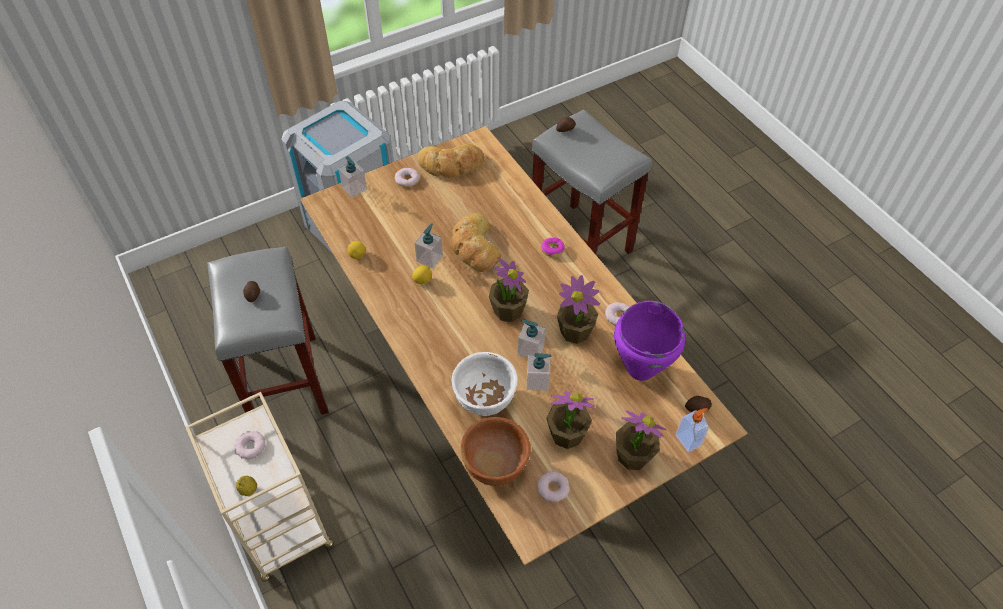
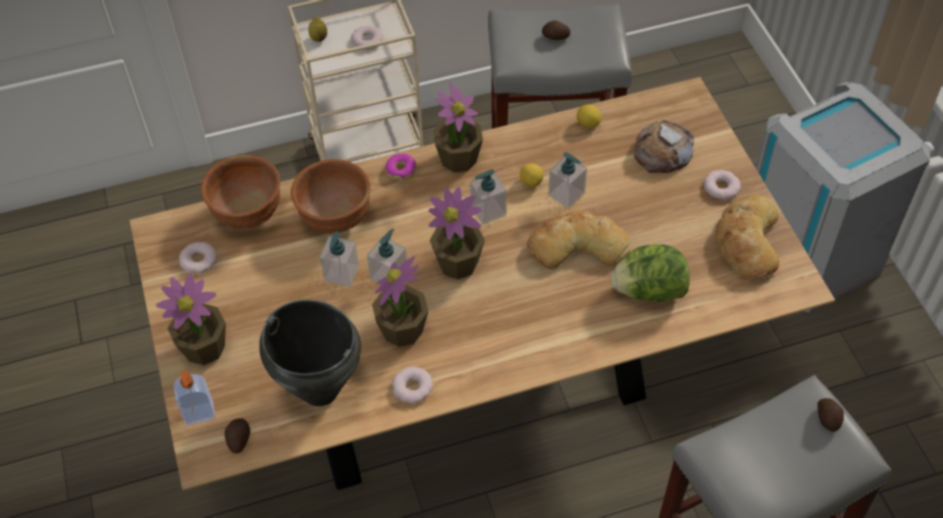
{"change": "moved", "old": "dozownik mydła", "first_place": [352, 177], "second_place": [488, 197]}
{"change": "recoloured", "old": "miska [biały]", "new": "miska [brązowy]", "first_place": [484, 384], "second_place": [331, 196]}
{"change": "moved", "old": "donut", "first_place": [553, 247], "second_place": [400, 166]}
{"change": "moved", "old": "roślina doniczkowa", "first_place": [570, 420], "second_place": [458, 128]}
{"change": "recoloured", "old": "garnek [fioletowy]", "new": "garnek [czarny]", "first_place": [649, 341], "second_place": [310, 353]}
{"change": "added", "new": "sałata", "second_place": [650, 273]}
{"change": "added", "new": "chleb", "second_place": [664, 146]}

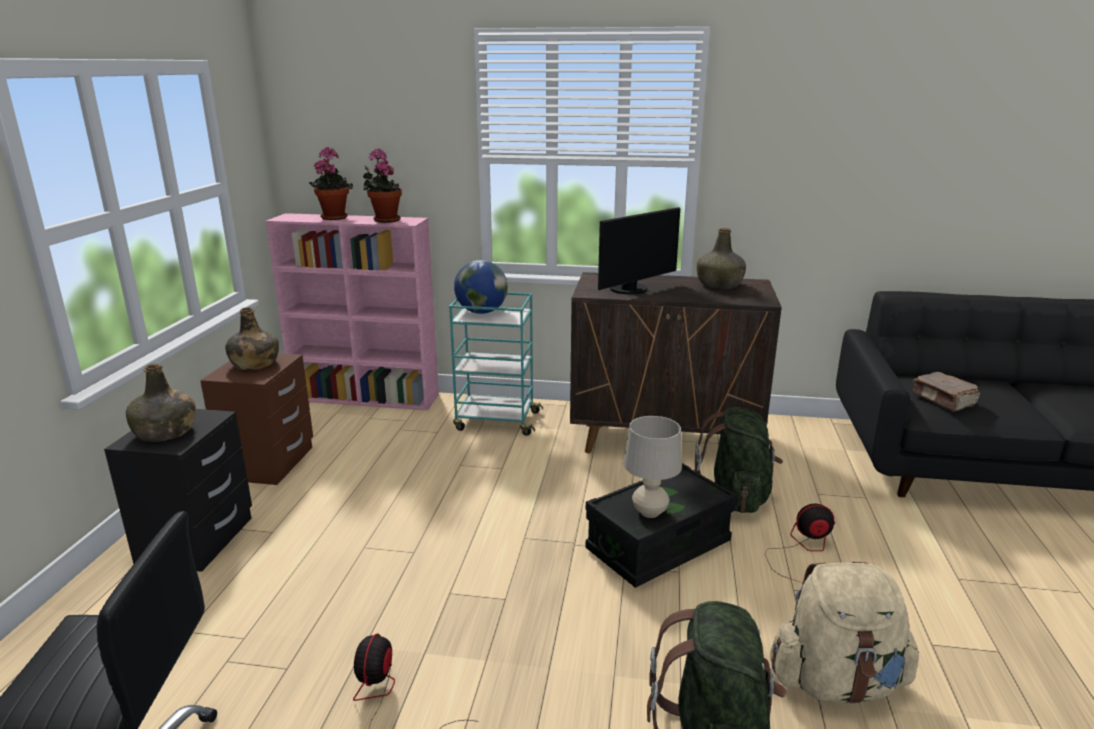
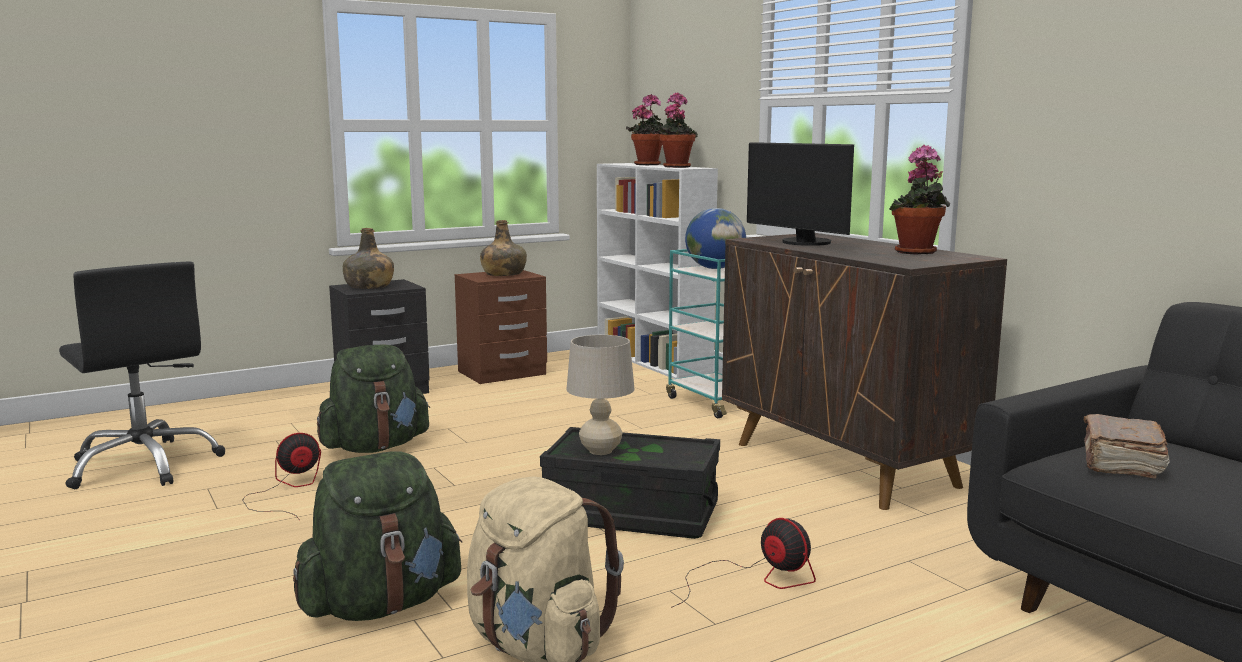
{"change": "recoloured", "old": "regał [różowy]", "new": "regał [biały]", "first_place": [352, 311], "second_place": [657, 271]}
{"change": "turned", "old": "monitor", "first_place": [639, 251], "second_place": [800, 194], "degrees": 45}
{"change": "moved", "old": "plecak [zielony]", "first_place": [738, 460], "second_place": [373, 398]}
{"change": "replaced", "old": "butelka [zielony]", "new": "roślina doniczkowa", "first_place": [721, 258], "second_place": [920, 200]}

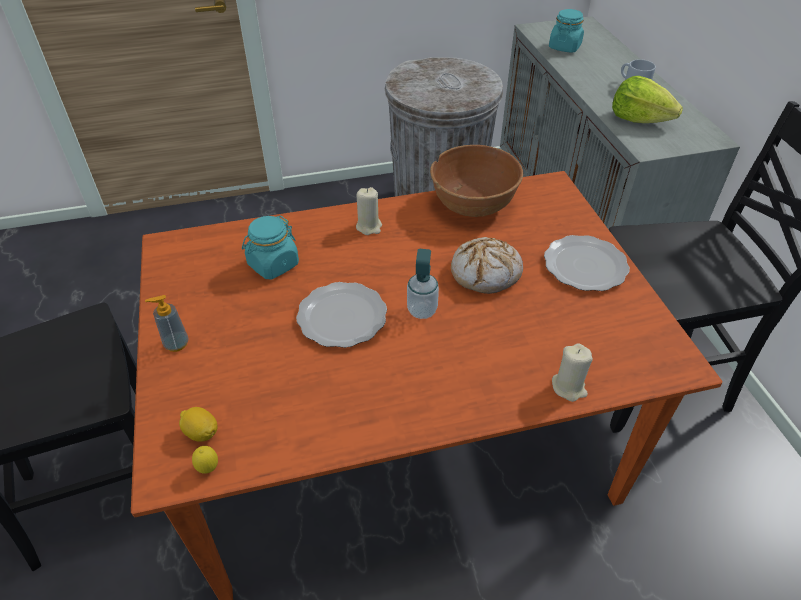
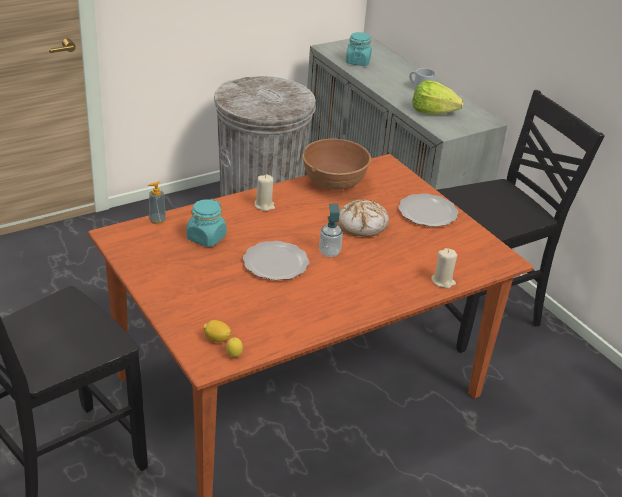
{"change": "moved", "old": "dozownik mydła", "first_place": [167, 323], "second_place": [157, 202]}

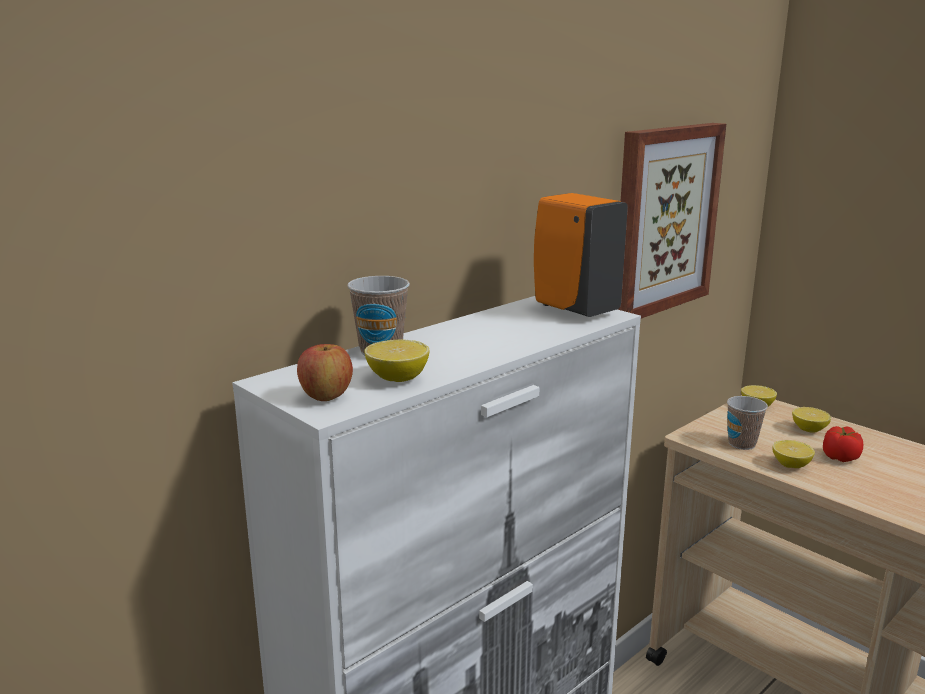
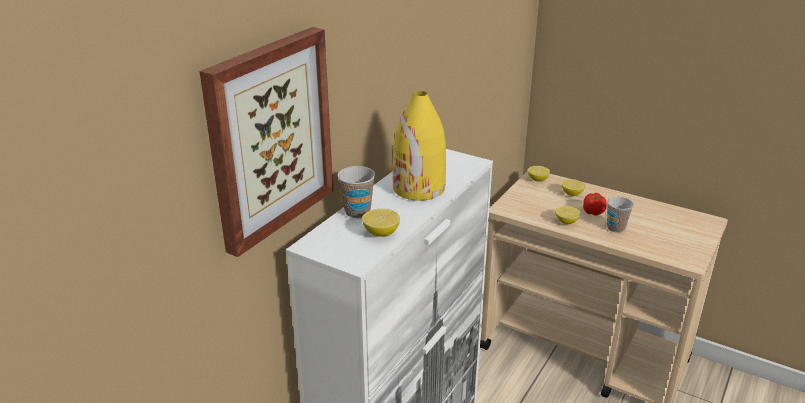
{"change": "removed", "old": "jabłko", "first_place": [325, 372]}
{"change": "removed", "old": "dozownik mydła [pomarańczowy]", "first_place": [581, 255]}
{"change": "moved", "old": "obraz", "first_place": [671, 220], "second_place": [266, 142]}
{"change": "moved", "old": "filiżanka", "first_place": [747, 423], "second_place": [620, 215]}
{"change": "added", "new": "wazon [żółty]", "second_place": [419, 146]}

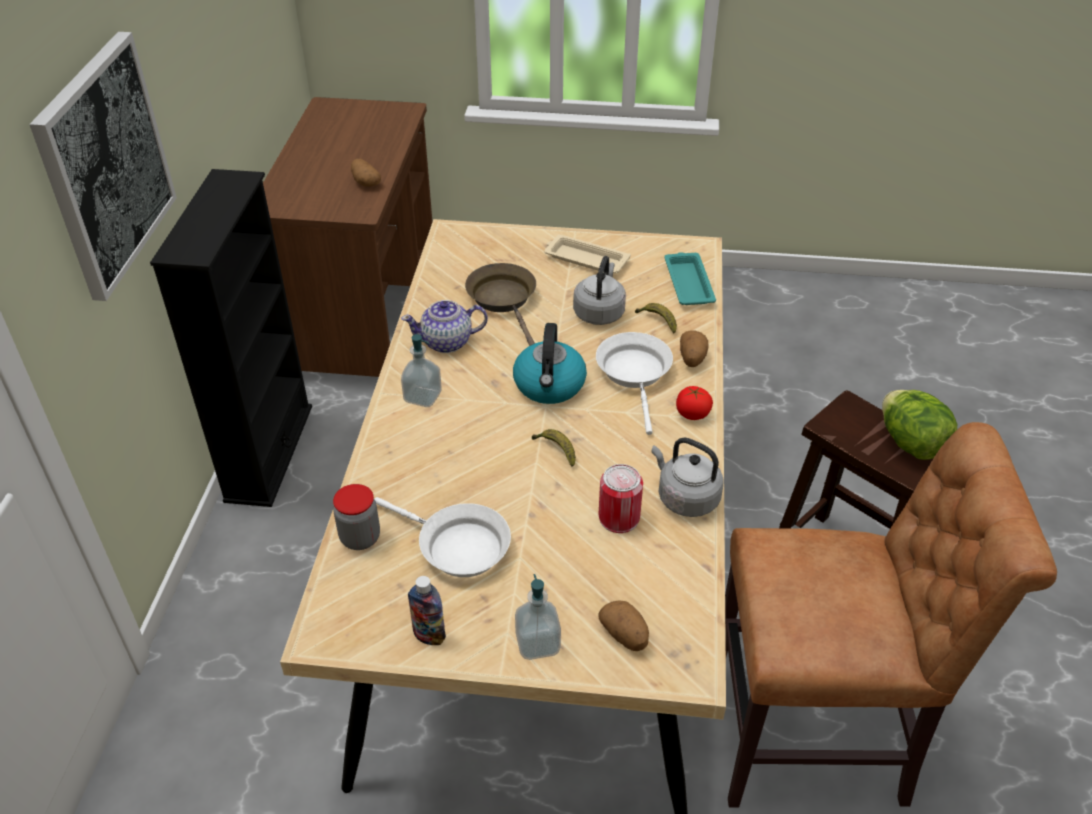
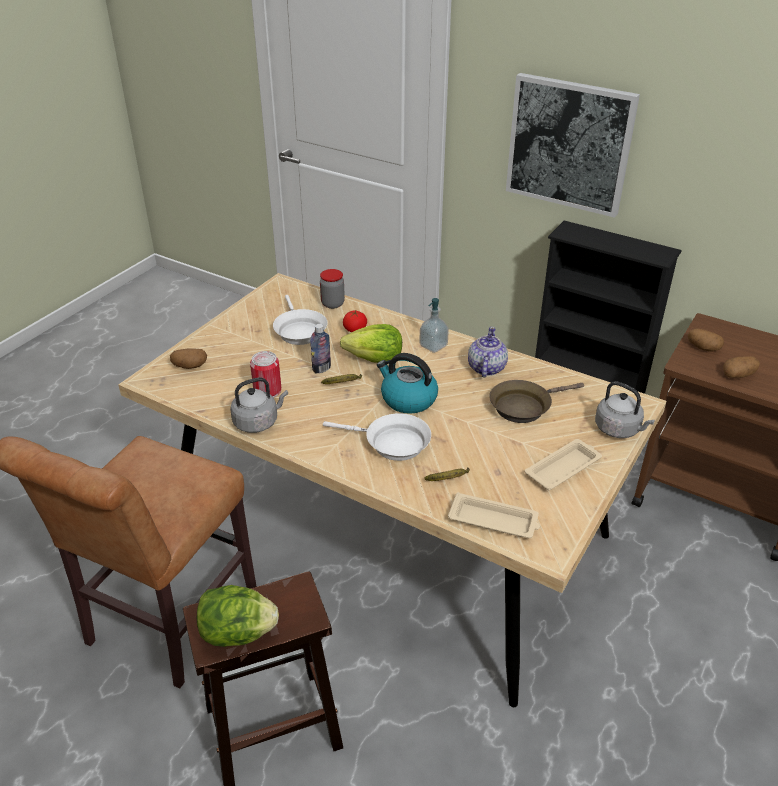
{"change": "turned", "old": "patelnia [biały]", "first_place": [443, 537], "second_place": [300, 320], "degrees": -75}
{"change": "moved", "old": "butelka", "first_place": [427, 610], "second_place": [320, 349]}
{"change": "turned", "old": "patelnia [brązowy]", "first_place": [500, 304], "second_place": [536, 401], "degrees": 150}
{"change": "removed", "old": "dozownik mydła", "first_place": [538, 617]}
{"change": "moved", "old": "czajnik [szary]", "first_place": [599, 290], "second_place": [625, 409]}
{"change": "recoloured", "old": "taca [turkusowy]", "new": "taca [beżowy]", "first_place": [690, 278], "second_place": [494, 515]}
{"change": "moved", "old": "pomidor", "first_place": [694, 403], "second_place": [355, 321]}
{"change": "moved", "old": "ziemniak", "first_place": [694, 349], "second_place": [706, 340]}
{"change": "added", "new": "sałata", "second_place": [371, 343]}

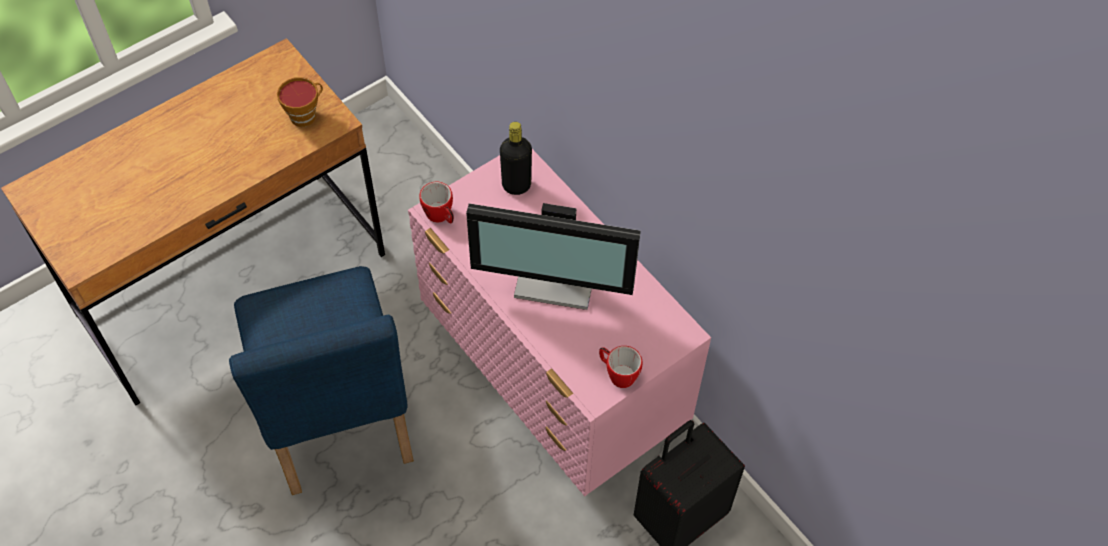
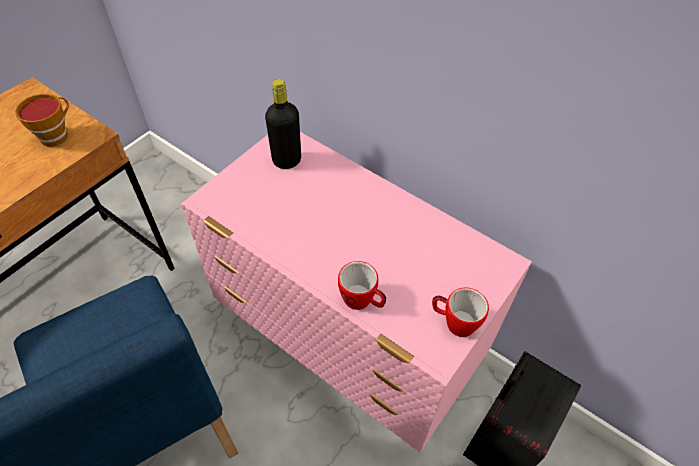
{"change": "moved", "old": "kubek", "first_place": [436, 202], "second_place": [362, 285]}
{"change": "removed", "old": "monitor", "first_place": [553, 256]}

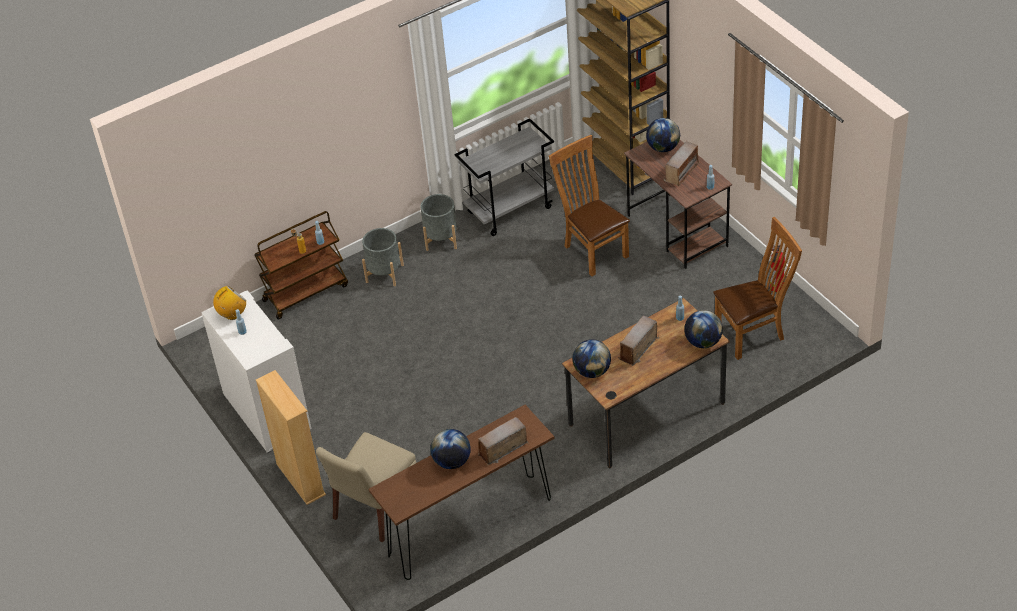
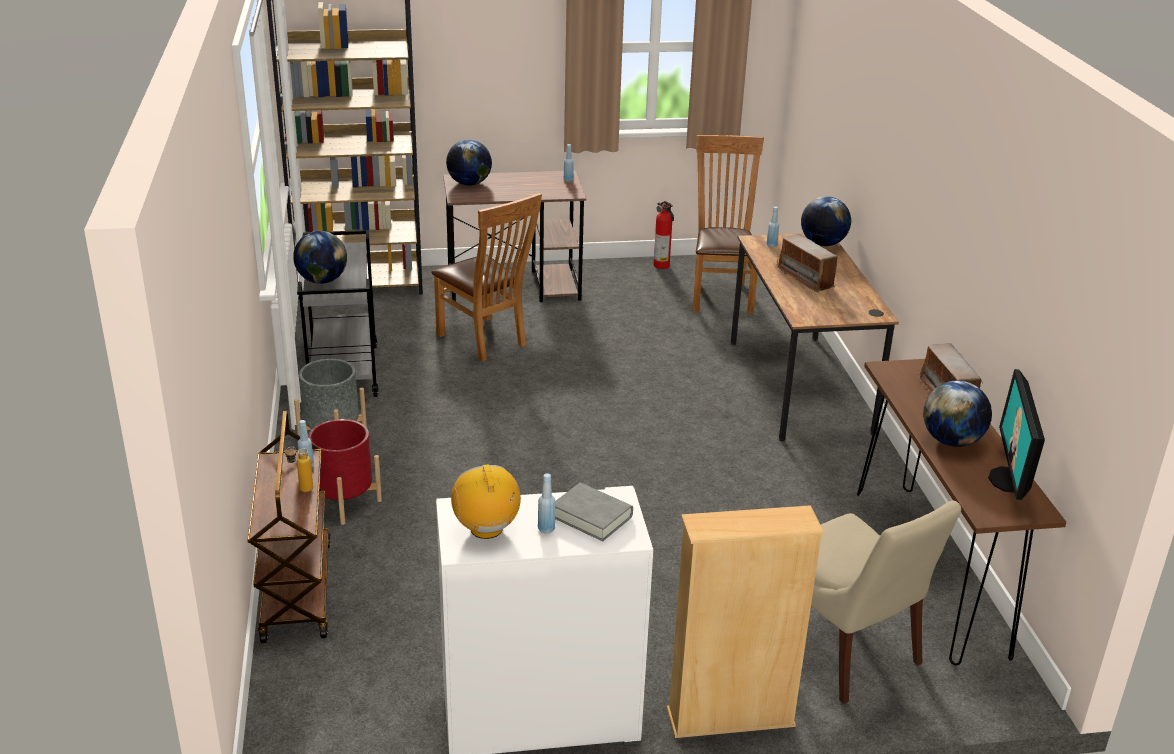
{"change": "recoloured", "old": "donica [szary]", "new": "donica [czerwony]", "first_place": [383, 257], "second_place": [345, 472]}
{"change": "turned", "old": "krzesło [brązowy]", "first_place": [589, 205], "second_place": [486, 277], "degrees": -120}
{"change": "moved", "old": "globus", "first_place": [591, 358], "second_place": [320, 257]}
{"change": "removed", "old": "radio", "first_place": [682, 163]}
{"change": "added", "new": "książka [szary]", "second_place": [594, 512]}
{"change": "added", "new": "monitor", "second_place": [1016, 434]}

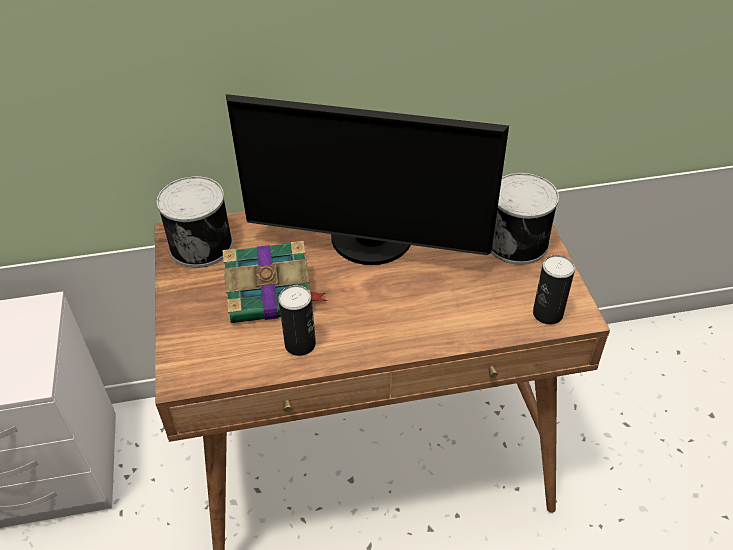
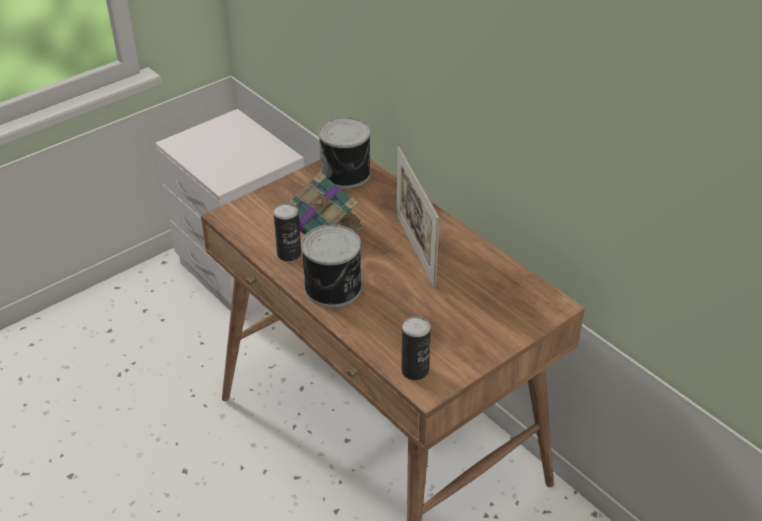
{"change": "replaced", "old": "monitor", "new": "ramka na zdjęcie", "first_place": [367, 179], "second_place": [417, 217]}
{"change": "moved", "old": "puszka", "first_place": [525, 219], "second_place": [331, 266]}

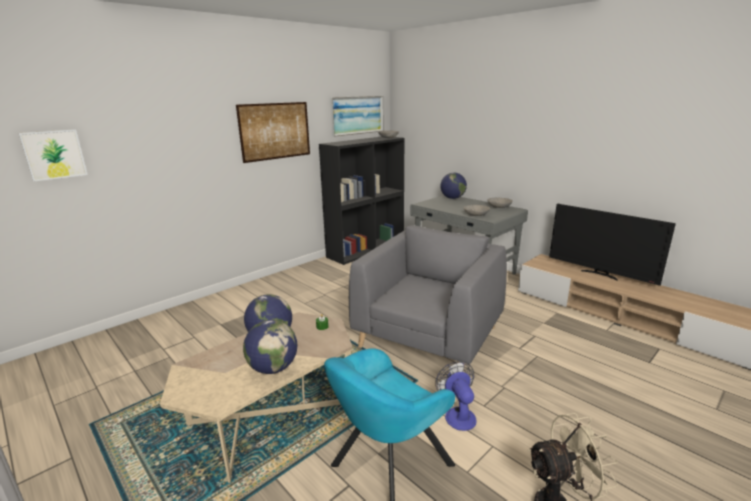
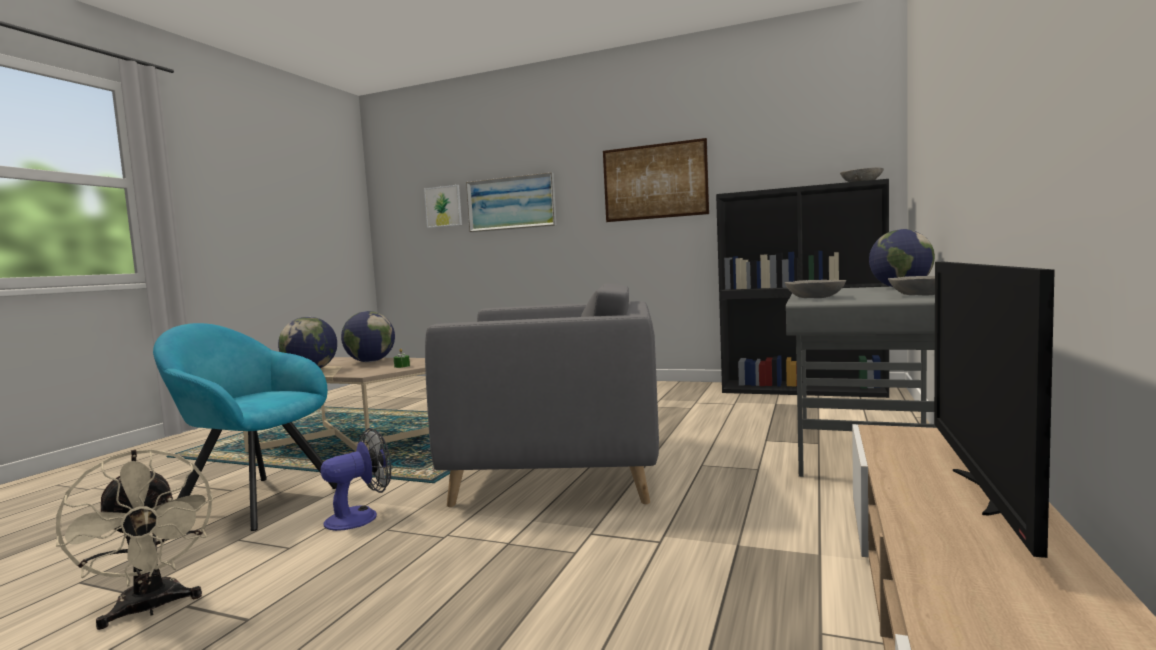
{"change": "moved", "old": "obraz", "first_place": [357, 116], "second_place": [511, 202]}

